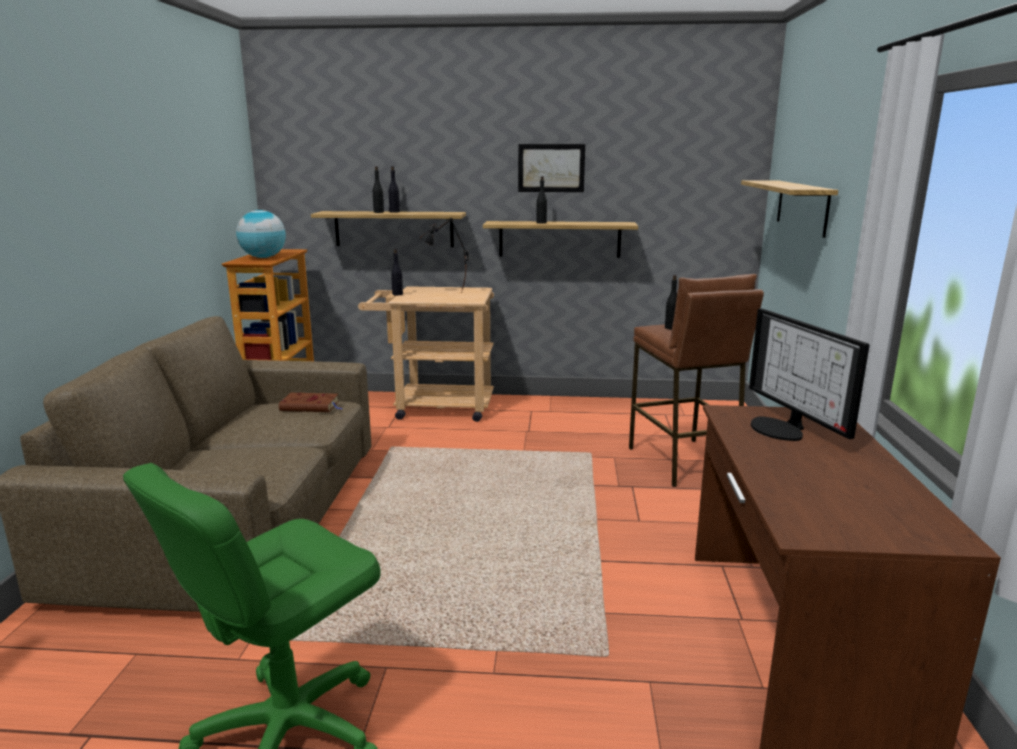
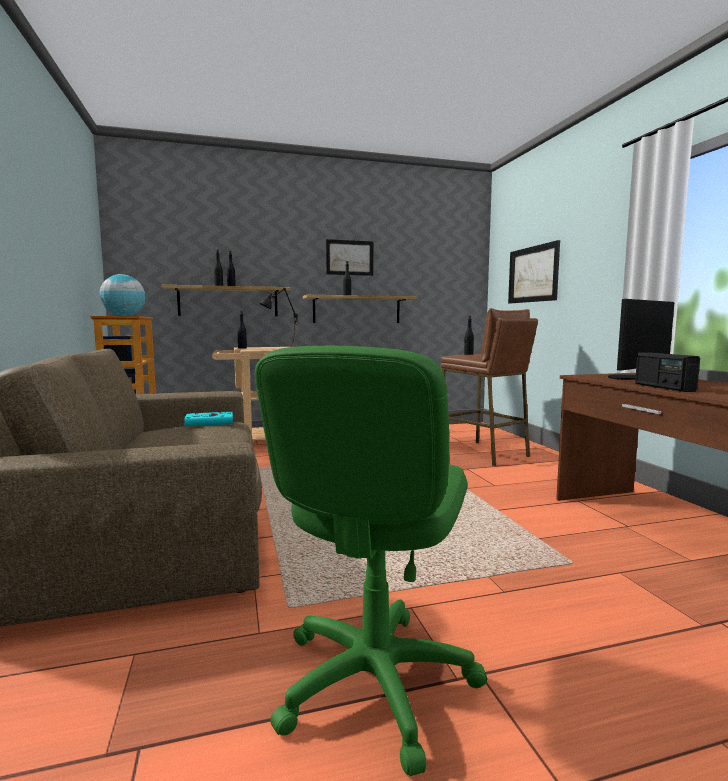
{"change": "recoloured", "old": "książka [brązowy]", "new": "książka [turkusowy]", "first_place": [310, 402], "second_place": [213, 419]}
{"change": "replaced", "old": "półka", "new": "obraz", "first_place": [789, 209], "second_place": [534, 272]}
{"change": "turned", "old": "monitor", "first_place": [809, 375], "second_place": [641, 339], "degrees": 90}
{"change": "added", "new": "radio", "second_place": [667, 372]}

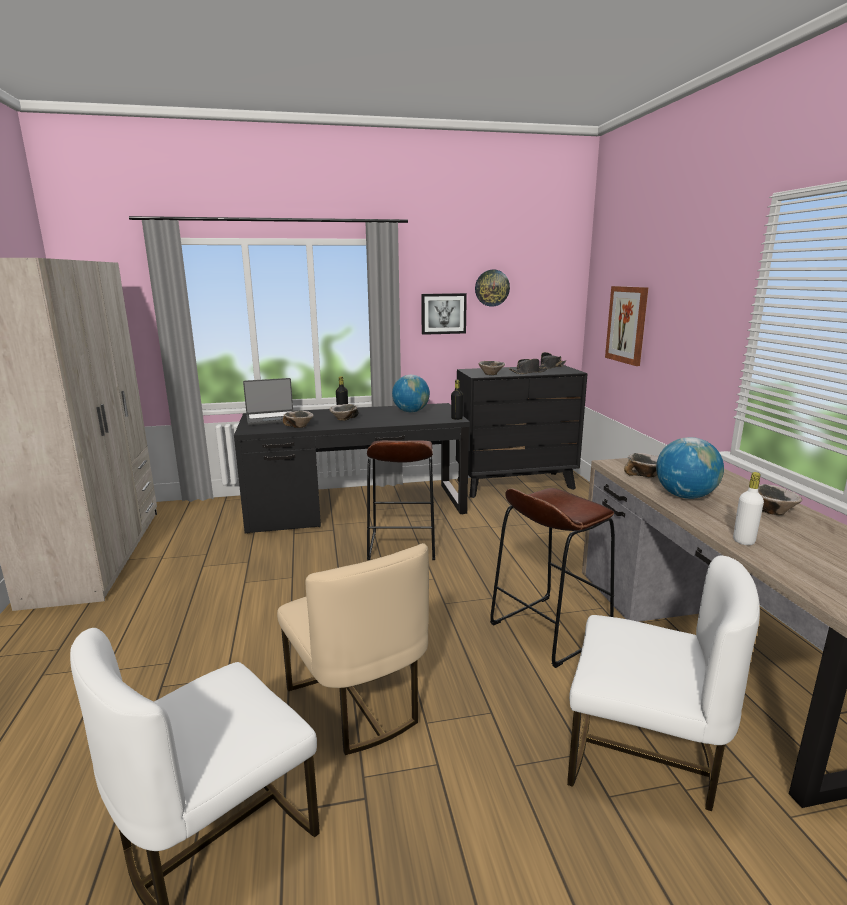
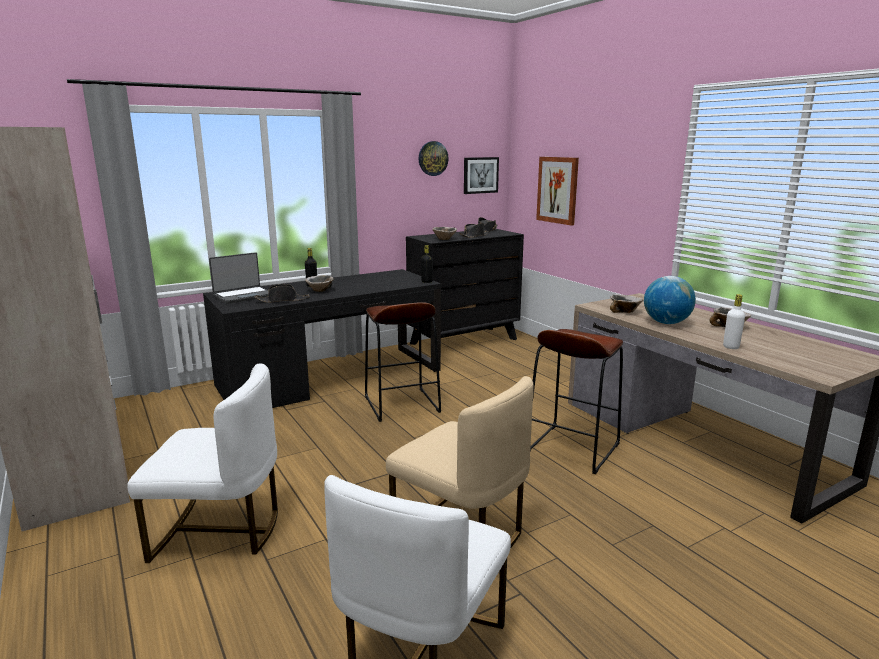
{"change": "replaced", "old": "miska", "new": "kapelusz [czarny]", "first_place": [298, 419], "second_place": [282, 293]}
{"change": "removed", "old": "globus", "first_place": [411, 393]}
{"change": "moved", "old": "obraz", "first_place": [444, 314], "second_place": [481, 175]}
{"change": "moved", "old": "krzesło [biały]", "first_place": [663, 683], "second_place": [202, 463]}

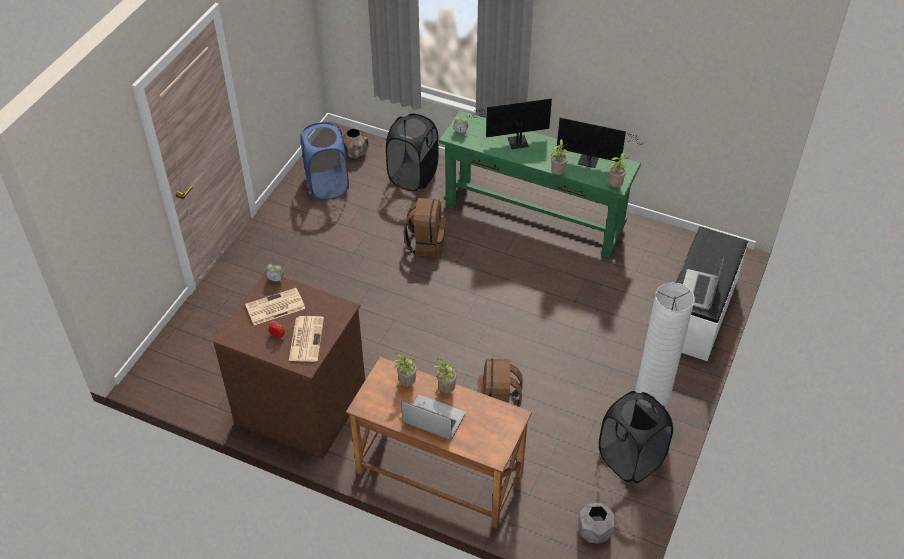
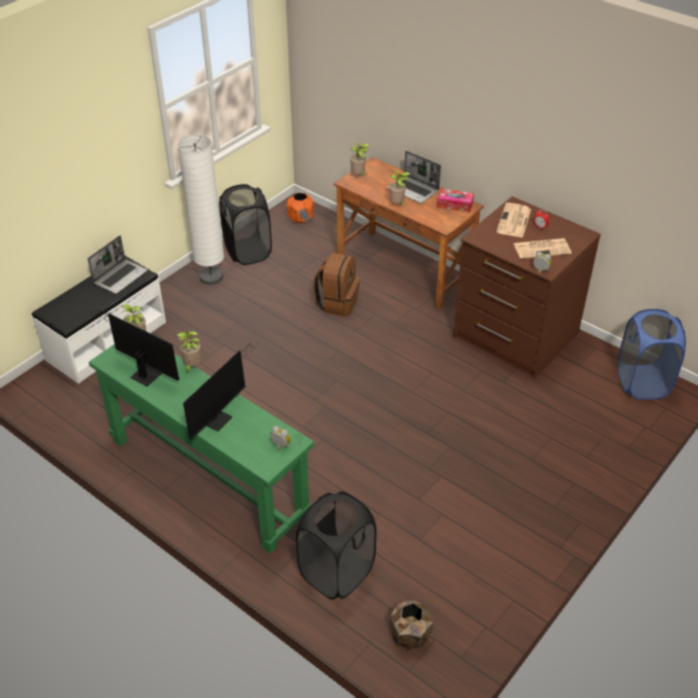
{"change": "moved", "old": "kosz na pranie [niebieski]", "first_place": [324, 161], "second_place": [652, 354]}
{"change": "moved", "old": "roślina doniczkowa", "first_place": [405, 370], "second_place": [360, 159]}
{"change": "removed", "old": "plecak [brązowy]", "first_place": [424, 227]}
{"change": "turned", "old": "monitor", "first_place": [509, 123], "second_place": [219, 392], "degrees": -60}
{"change": "recoloured", "old": "donica [szary]", "new": "donica [pomarańczowy]", "first_place": [596, 523], "second_place": [300, 208]}
{"change": "added", "new": "pudełko chusteczek", "second_place": [455, 200]}

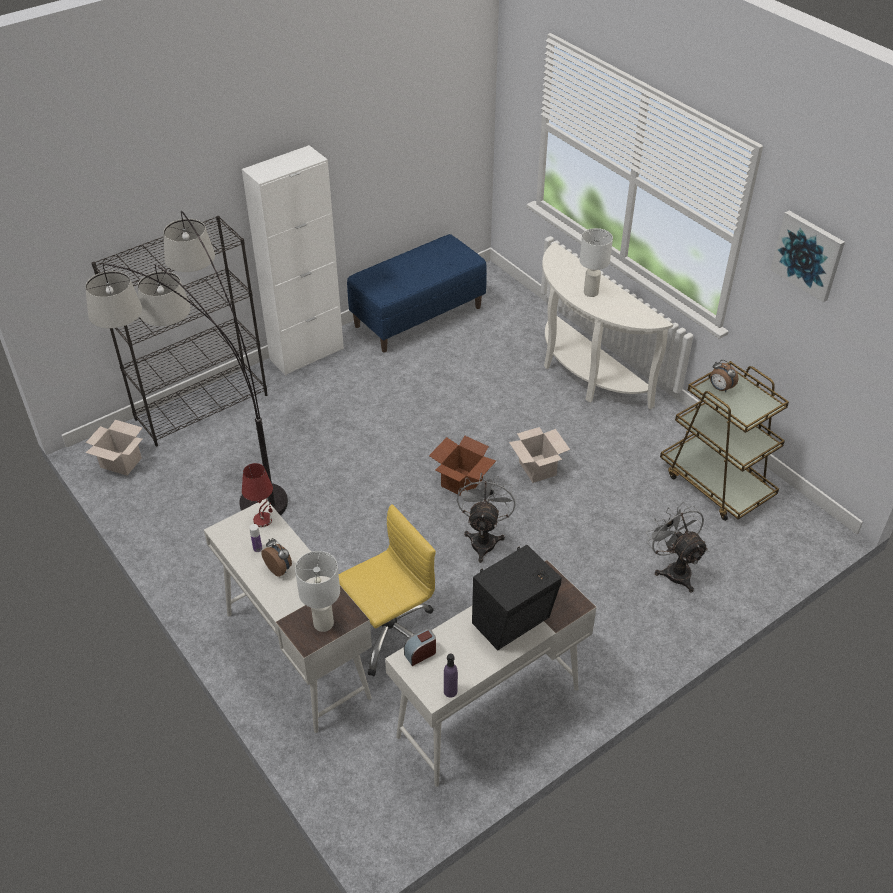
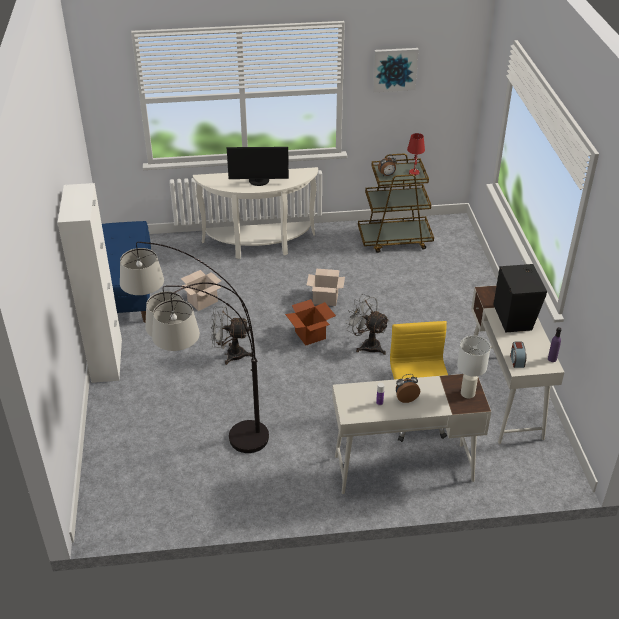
{"change": "moved", "old": "karton", "first_place": [114, 448], "second_place": [201, 290]}
{"change": "removed", "old": "regał [czarny]", "first_place": [179, 331]}
{"change": "moved", "old": "lampa stołowa [czerwony]", "first_place": [257, 495], "second_place": [416, 154]}
{"change": "replaced", "old": "lampa stołowa [biały]", "new": "monitor", "first_place": [596, 262], "second_place": [258, 166]}
{"change": "moved", "old": "wentylator [szary]", "first_place": [677, 547], "second_place": [231, 335]}

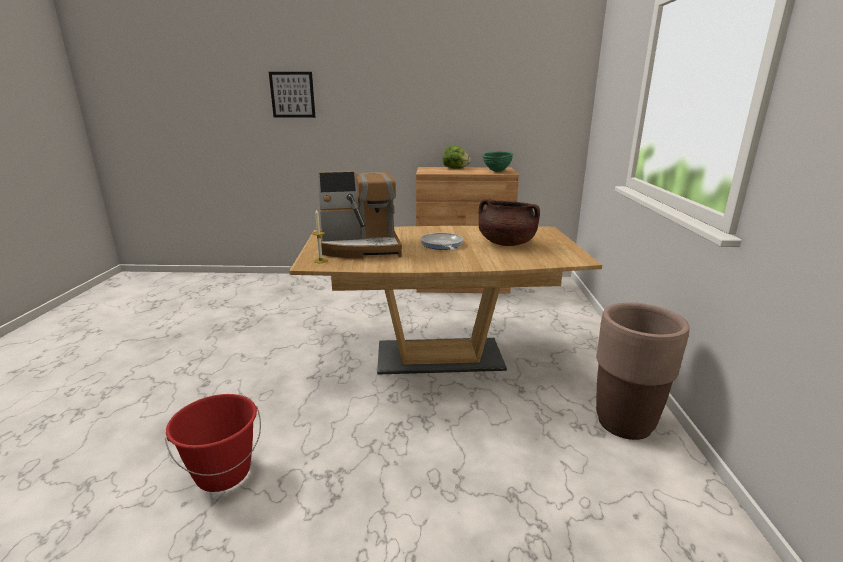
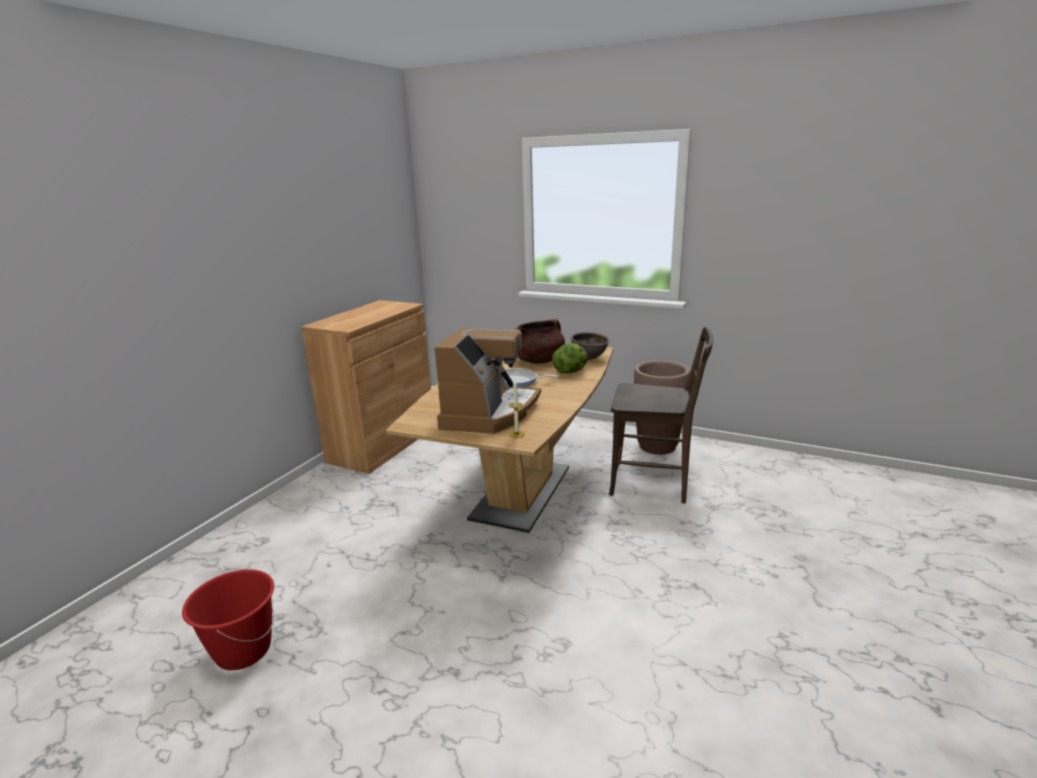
{"change": "moved", "old": "wiadro [czerwony]", "first_place": [213, 443], "second_place": [228, 619]}
{"change": "removed", "old": "obraz", "first_place": [292, 95]}
{"change": "moved", "old": "sałata", "first_place": [457, 157], "second_place": [570, 358]}
{"change": "removed", "old": "miska [zielony]", "first_place": [497, 161]}
{"change": "added", "new": "miska [brązowy]", "second_place": [589, 346]}
{"change": "added", "new": "krzesło [brązowy]", "second_place": [661, 415]}

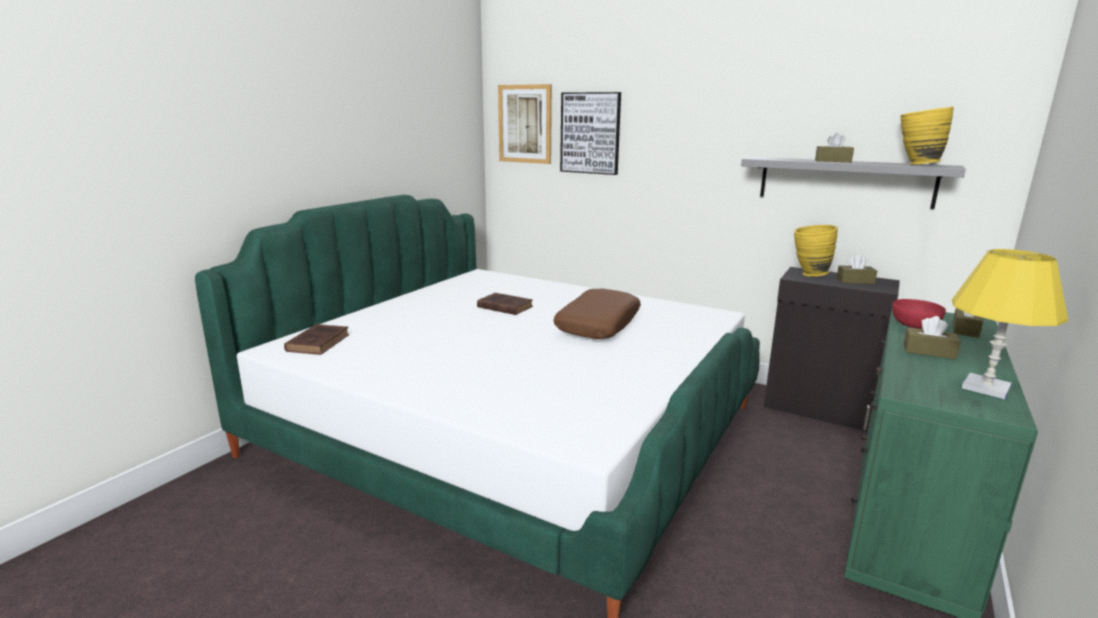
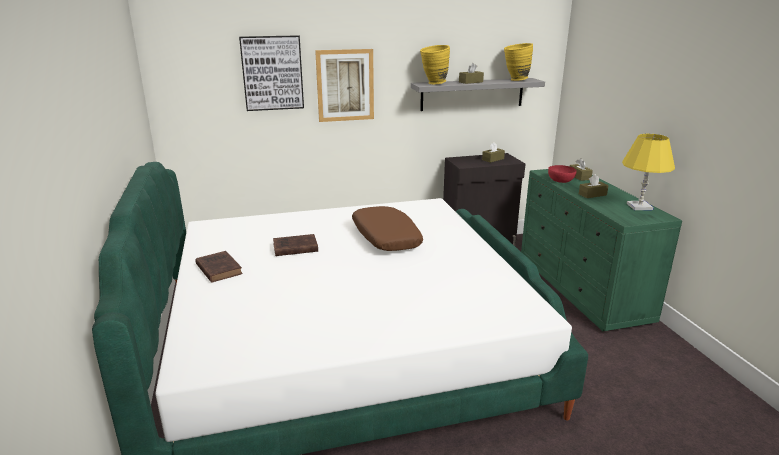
{"change": "moved", "old": "książka [brązowy]", "first_place": [316, 339], "second_place": [219, 267]}
{"change": "moved", "old": "obraz", "first_place": [525, 124], "second_place": [344, 85]}
{"change": "moved", "old": "wazon [żółty]", "first_place": [816, 251], "second_place": [435, 64]}

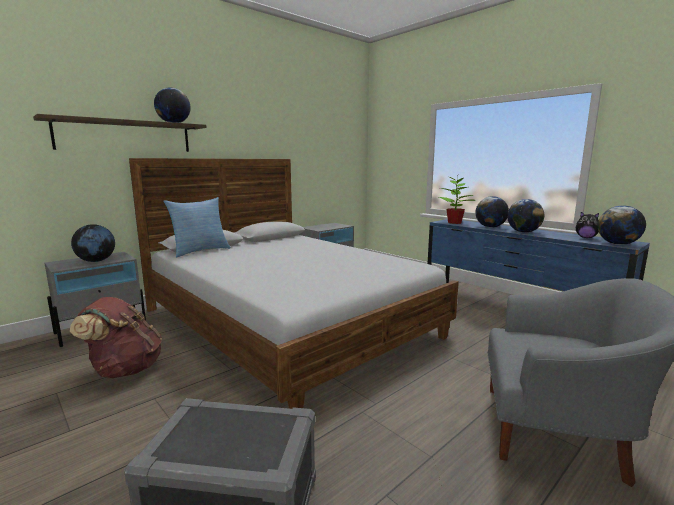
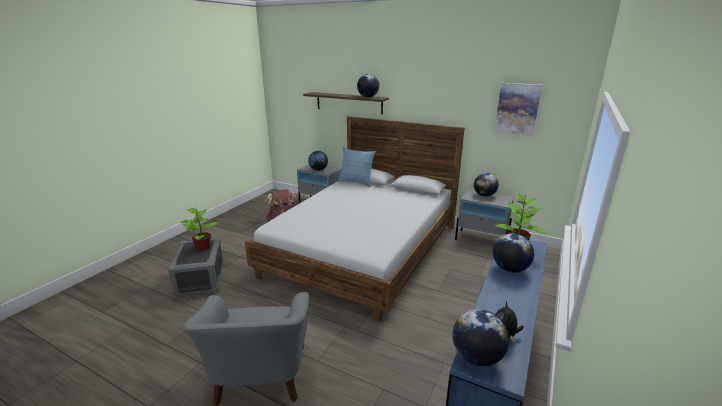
{"change": "moved", "old": "globus", "first_place": [525, 216], "second_place": [486, 185]}
{"change": "added", "new": "roślina doniczkowa", "second_place": [200, 229]}
{"change": "added", "new": "obraz", "second_place": [518, 109]}

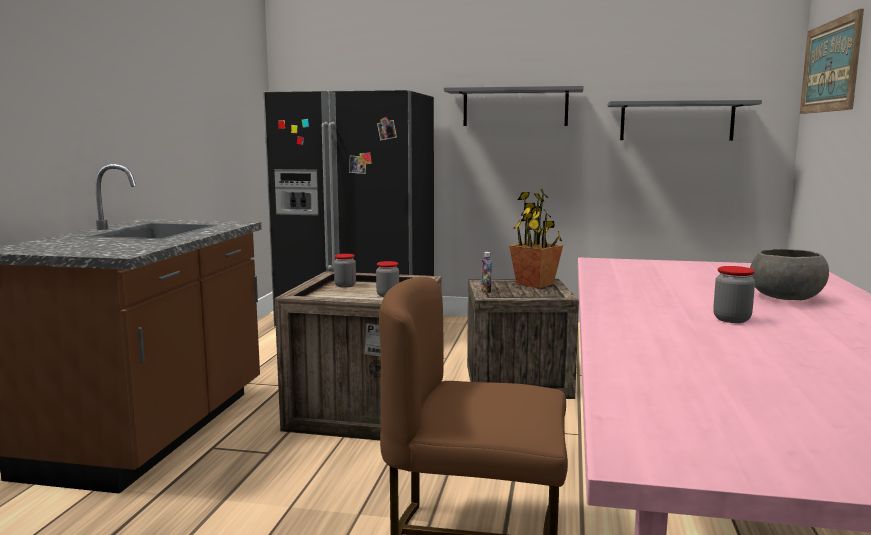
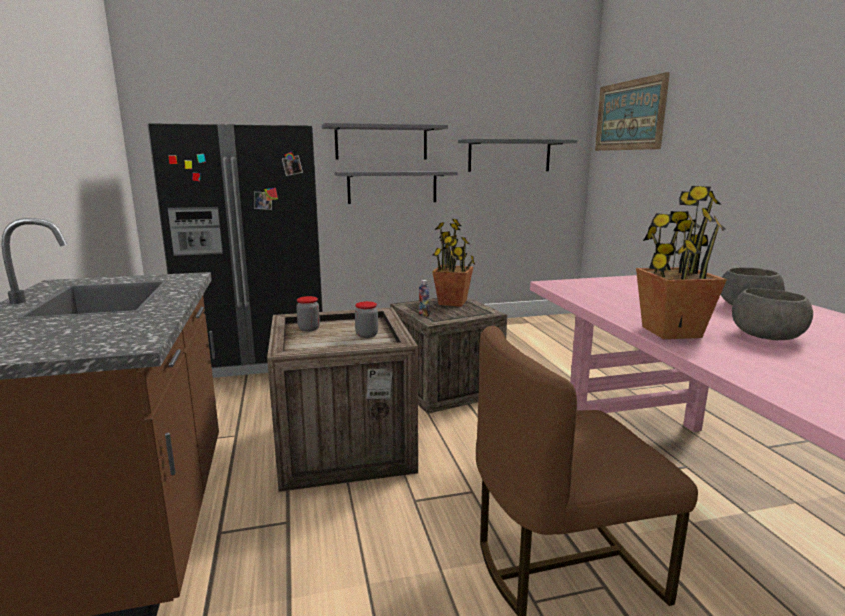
{"change": "replaced", "old": "słoik", "new": "miska [szary]", "first_place": [734, 294], "second_place": [772, 314]}
{"change": "added", "new": "półka [szary]", "second_place": [396, 187]}
{"change": "added", "new": "roślina doniczkowa", "second_place": [681, 262]}

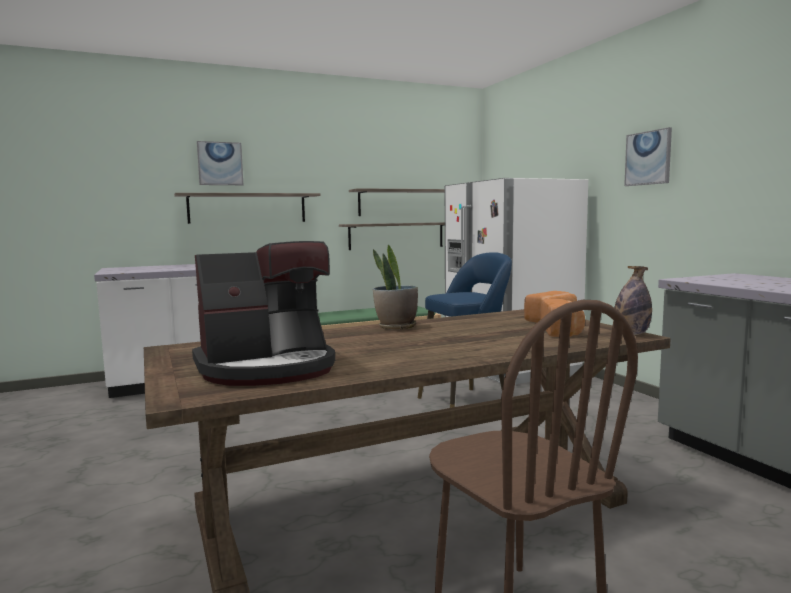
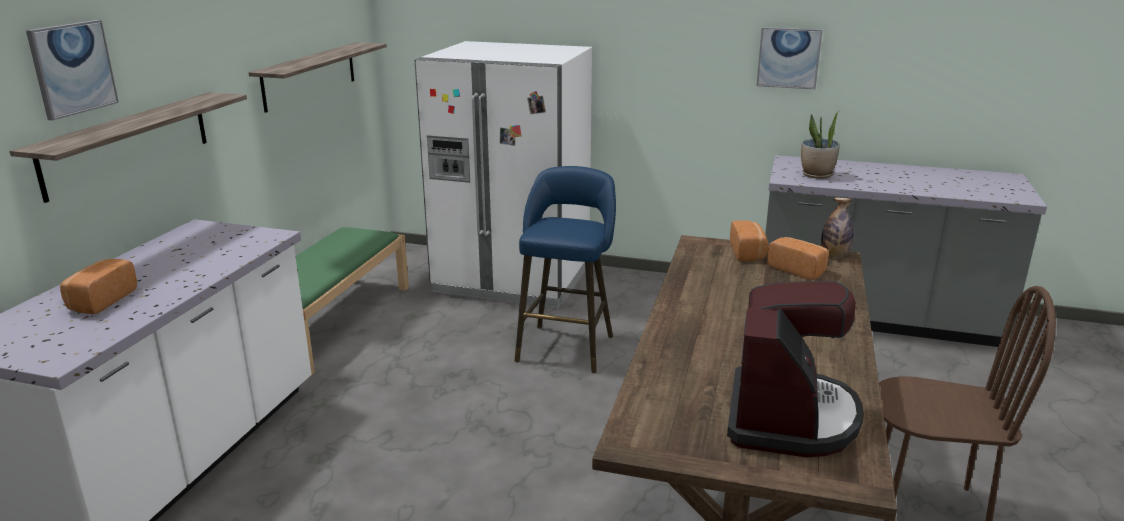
{"change": "removed", "old": "półka", "first_place": [392, 236]}
{"change": "moved", "old": "roślina doniczkowa", "first_place": [395, 287], "second_place": [820, 145]}
{"change": "moved", "old": "obraz", "first_place": [648, 156], "second_place": [789, 58]}
{"change": "added", "new": "chleb", "second_place": [98, 286]}

